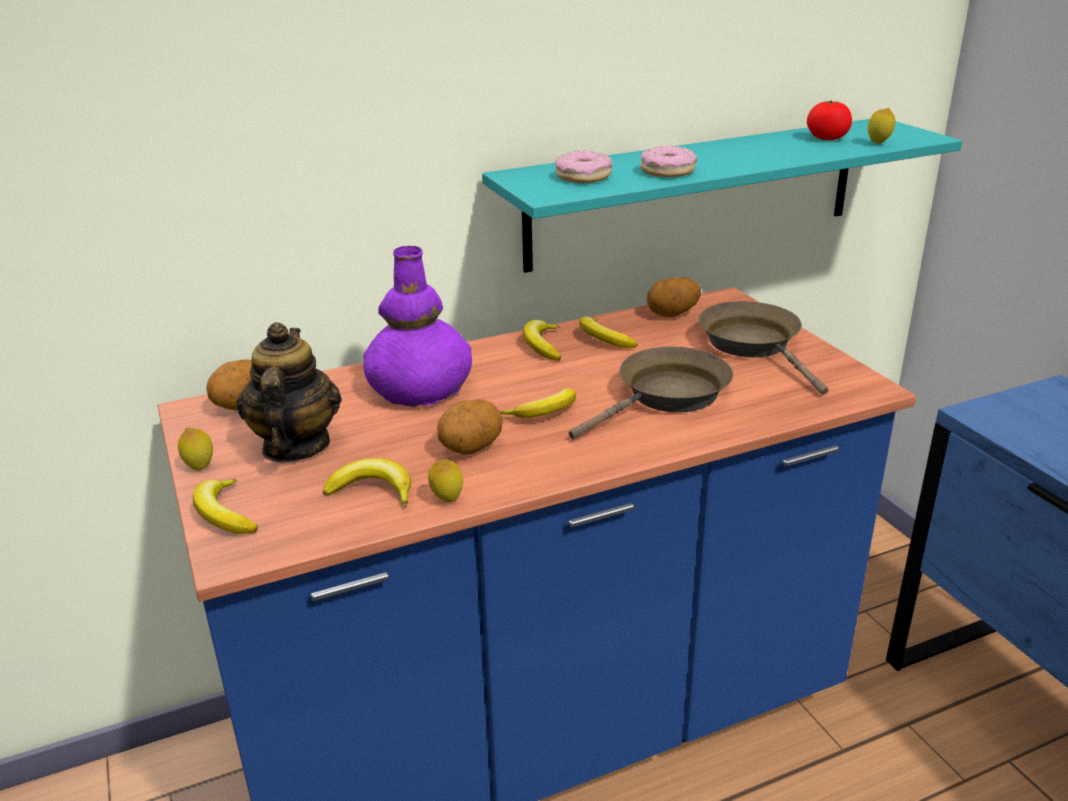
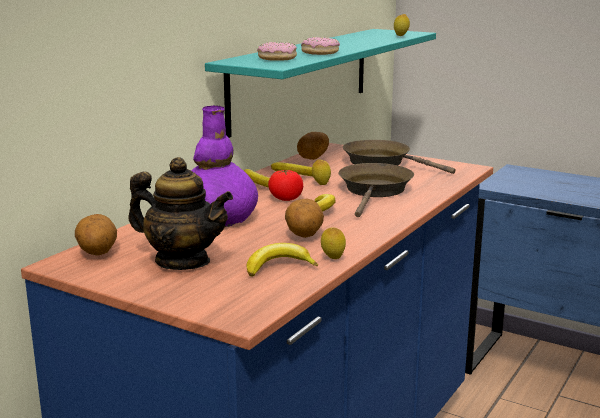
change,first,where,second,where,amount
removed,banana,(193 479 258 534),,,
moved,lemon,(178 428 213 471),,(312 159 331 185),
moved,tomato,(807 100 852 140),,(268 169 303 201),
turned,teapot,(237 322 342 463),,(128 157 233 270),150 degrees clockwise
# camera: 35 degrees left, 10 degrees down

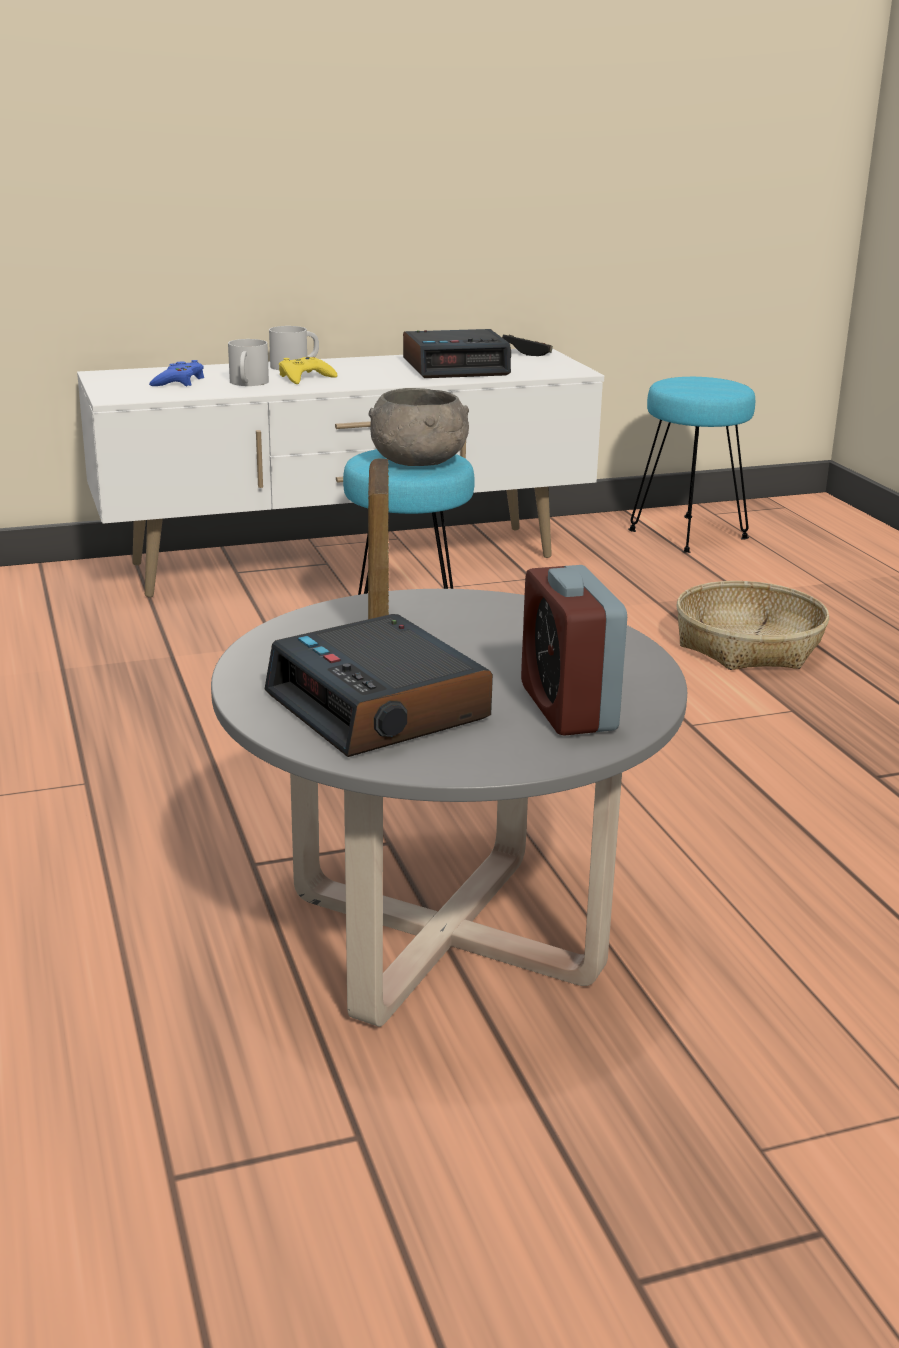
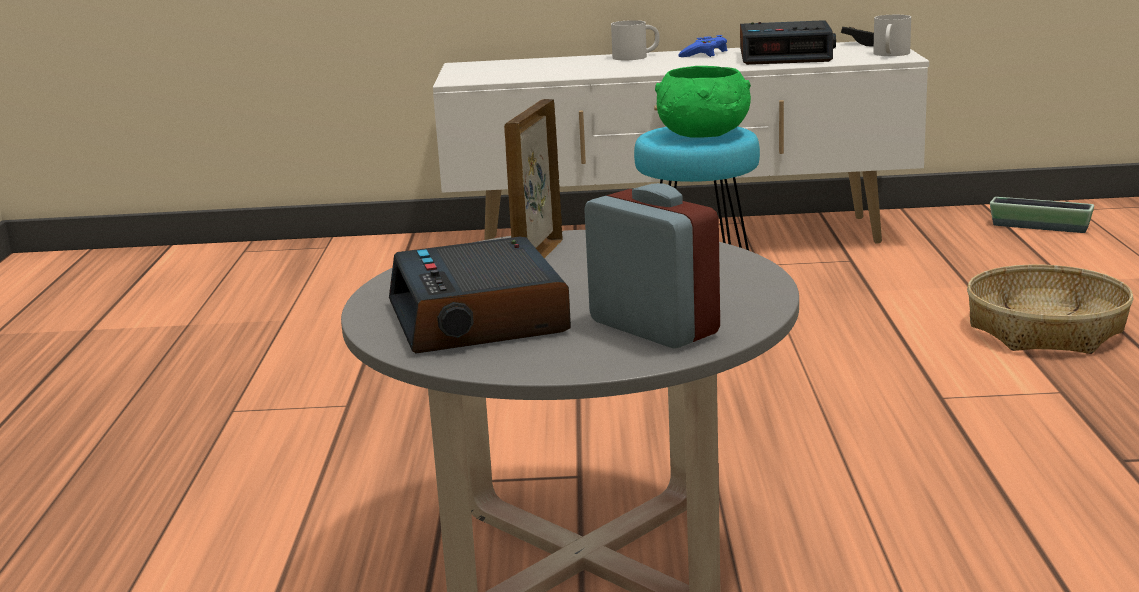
change,first,where,second,where,amount
removed,yellow game controller,(279 357 337 384),,,
moved,blue game controller,(149 360 204 387),,(678 35 727 57),
moved,white mug,(228 339 269 386),,(873 15 911 56),
replaced,turquoise stool,(628 377 755 553),planter,(990 197 1094 233),
recoloured,grey bowl,(368 388 469 466),green bowl,(655 66 751 138),
turned,alarm clock,(521 565 627 736),,(584 183 720 349),135 degrees clockwise
# camera: 20 degrees right, 5 degrees down

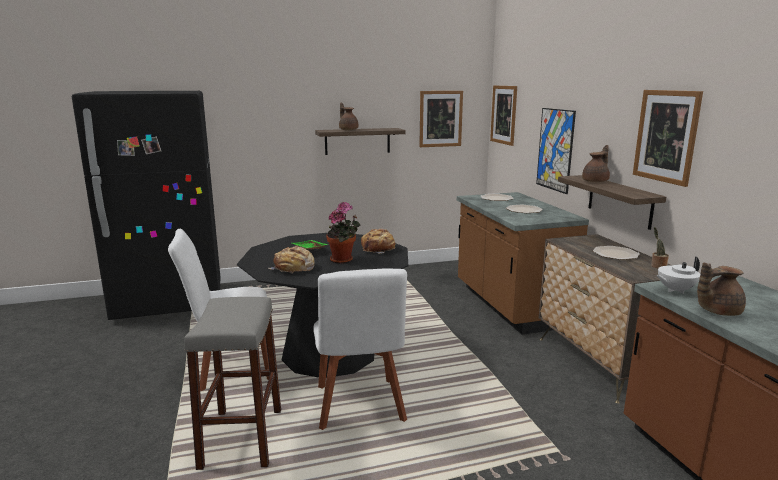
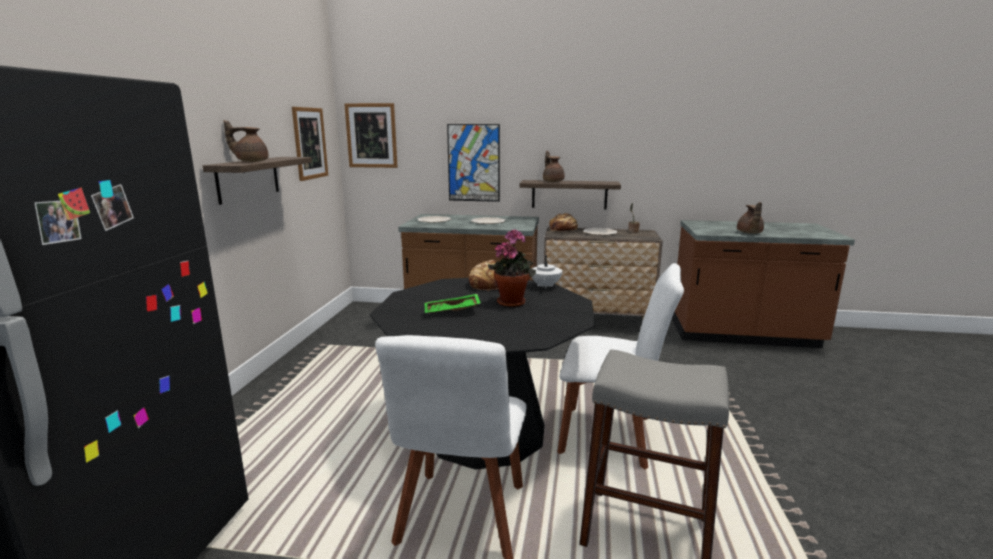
change,first,where,second,where,amount
removed,picture,(633 90 703 187),,,
moved,bread,(269 245 314 273),,(549 213 578 232),
moved,white teapot,(656 256 700 294),,(532 255 562 289),
# camera: 65 degrees left, 0 degrees up

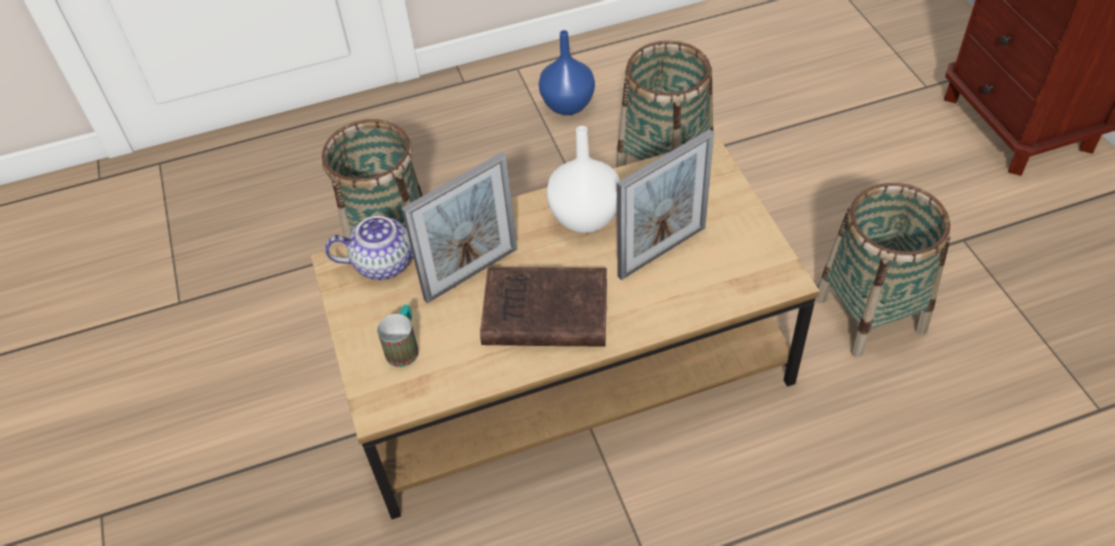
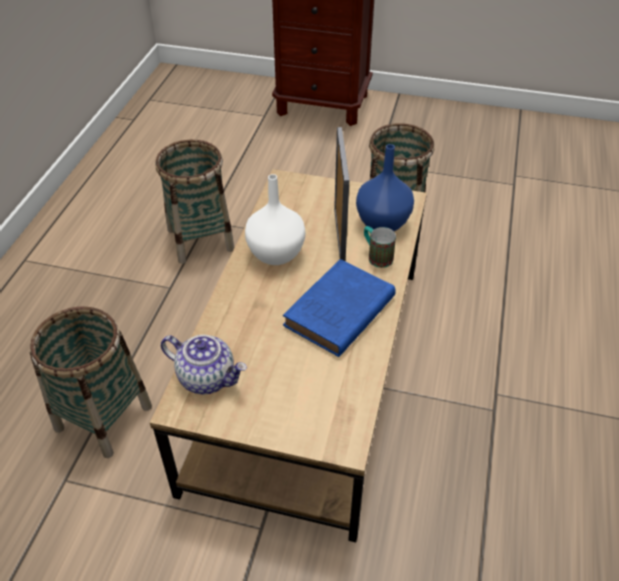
change,first,where,second,where,amount
removed,picture frame,(401 152 518 303),,,
moved,mug,(377 305 419 367),,(364 226 396 268),
moved,blue vase,(539 30 595 115),,(356 144 414 231),
recoloured,brown book,(480 267 607 347),blue book,(283 259 396 357),
turned,teapot,(325 216 413 280),,(161 335 247 394),90 degrees clockwise
# camera: 60 degrees left, 5 degrees down

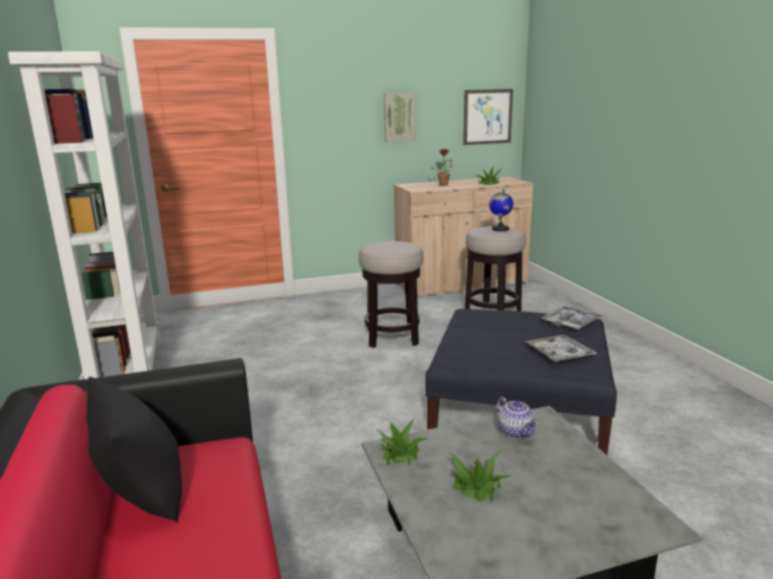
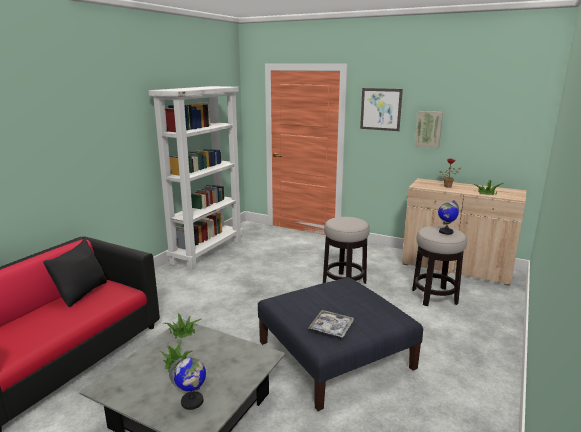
change,first,where,second,where,amount
removed,teapot,(497 397 538 439),,,
removed,tray,(541 306 603 330),,,
added,,,globe,(169 358 206 410),
moved,picture,(463 89 513 145),,(360 88 403 131),
# camera: 45 degrees right, 0 degrees up

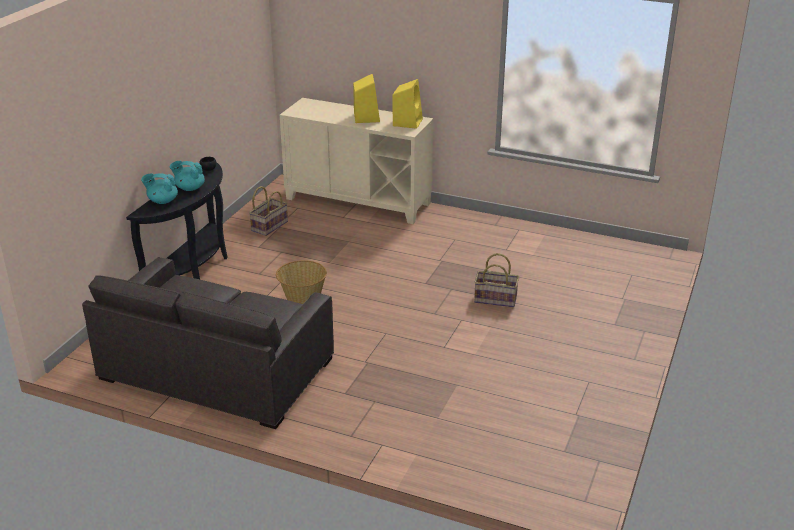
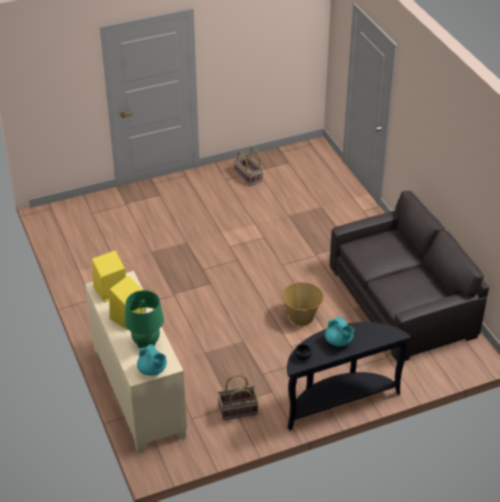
change,first,where,second,where,amount
added,,,green table lamp,(125 290 164 350),
moved,turquoise teapot,(141 173 178 204),,(137 344 167 376),
moved,basket,(474 253 519 307),,(234 147 263 186),
# camera: 135 degrees left, 10 degrees up

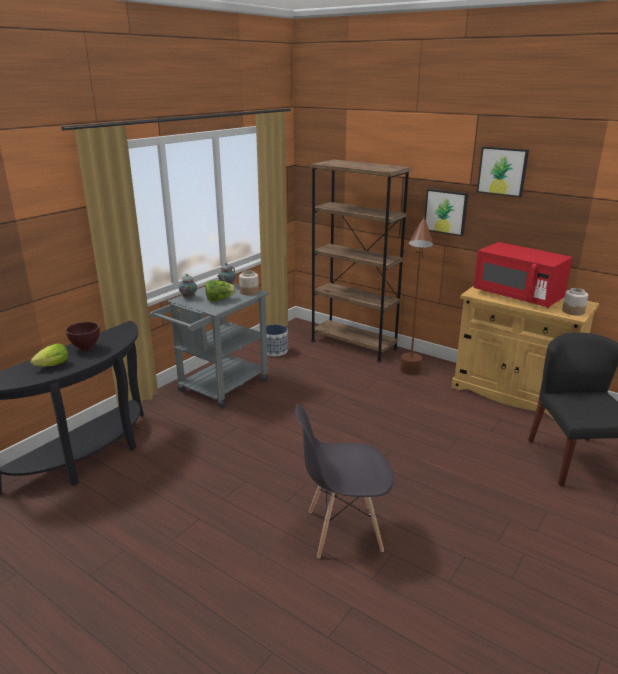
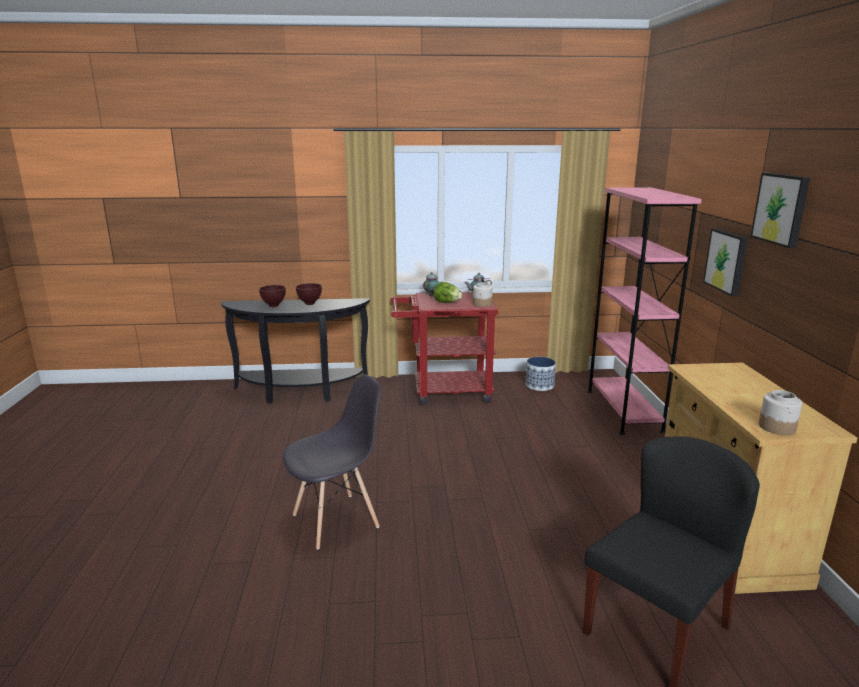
change,first,where,second,where,amount
removed,brown floor lamp,(400 217 434 375),,,
removed,red microwave,(473 242 572 308),,,
replaced,lettuce,(31 343 68 367),brown bowl,(259 285 286 307),
recoloured,grey cart,(150 283 269 408),red cart,(391 292 498 405),
recoloured,brown bookcase,(310 160 412 362),pink bookcase,(587 187 702 435),
turned,grey chair,(295 404 394 558),,(283 375 381 550),105 degrees clockwise
# camera: 50 degrees right, 5 degrees down

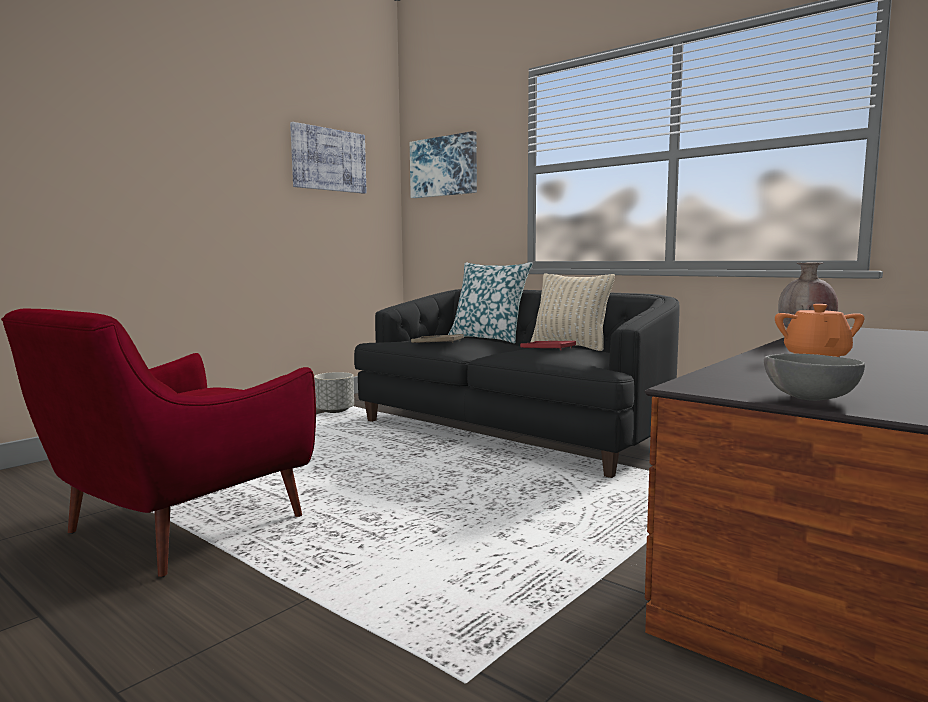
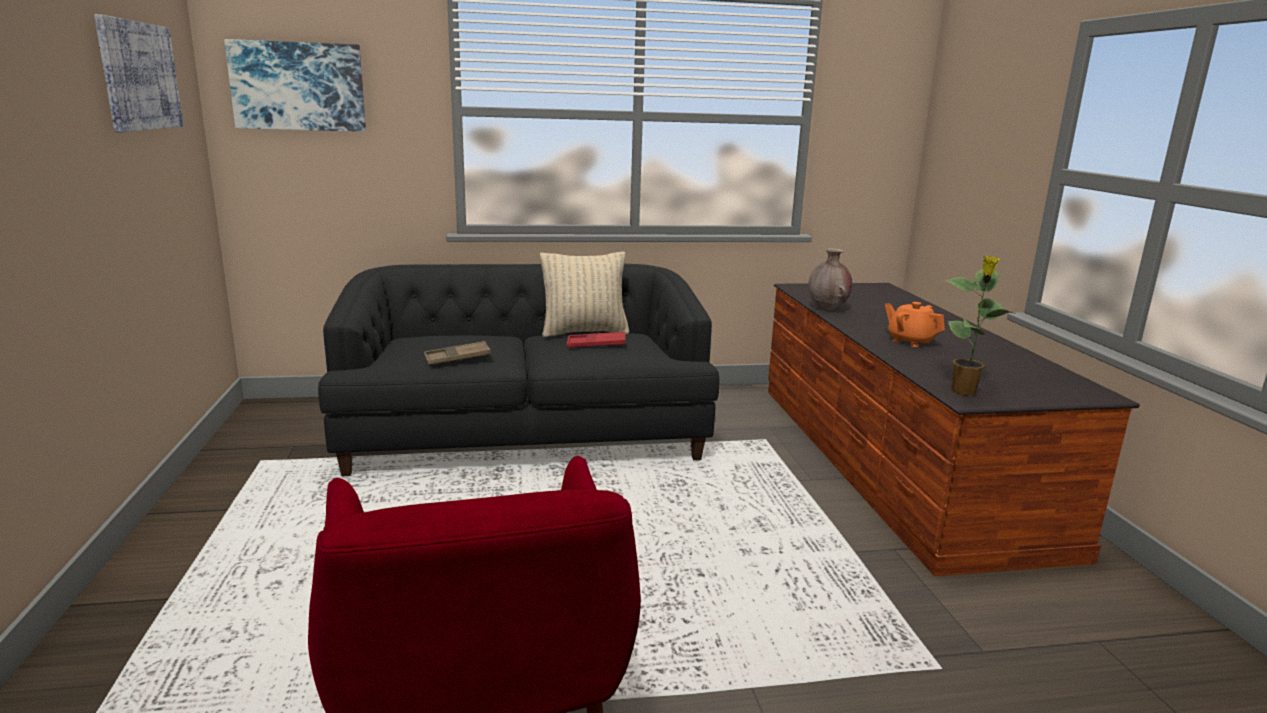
change,first,where,second,where,amount
removed,grey planter,(314 372 354 413),,,
removed,pillow,(448 262 533 343),,,
removed,grey bowl,(764 354 865 401),,,
added,,,potted plant,(945 256 1016 396),
# camera: 50 degrees left, 10 degrees up

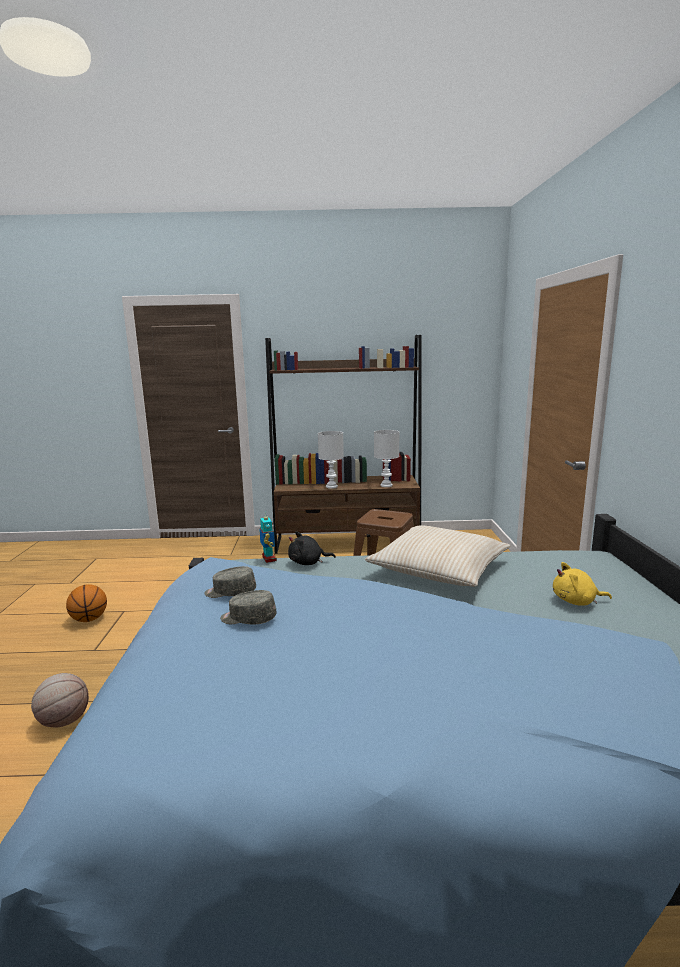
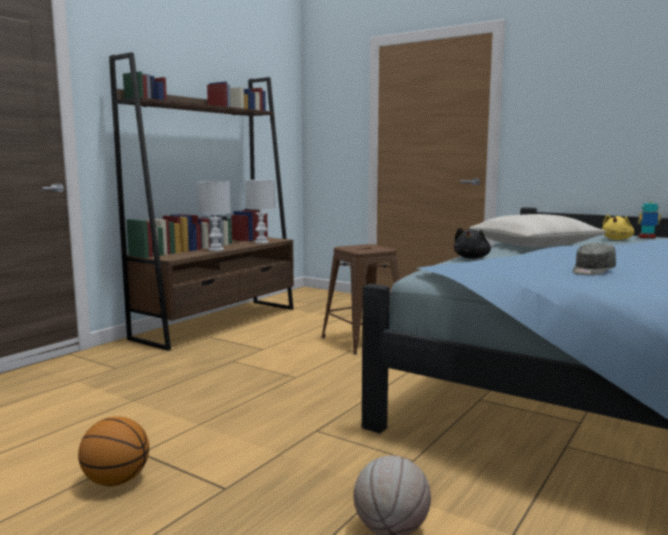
change,first,where,second,where,amount
removed,grey cap,(204 566 256 598),,,
moved,toy robot,(259 515 277 563),,(638 196 661 239),
# camera: 55 degrees left, 5 degrees down

